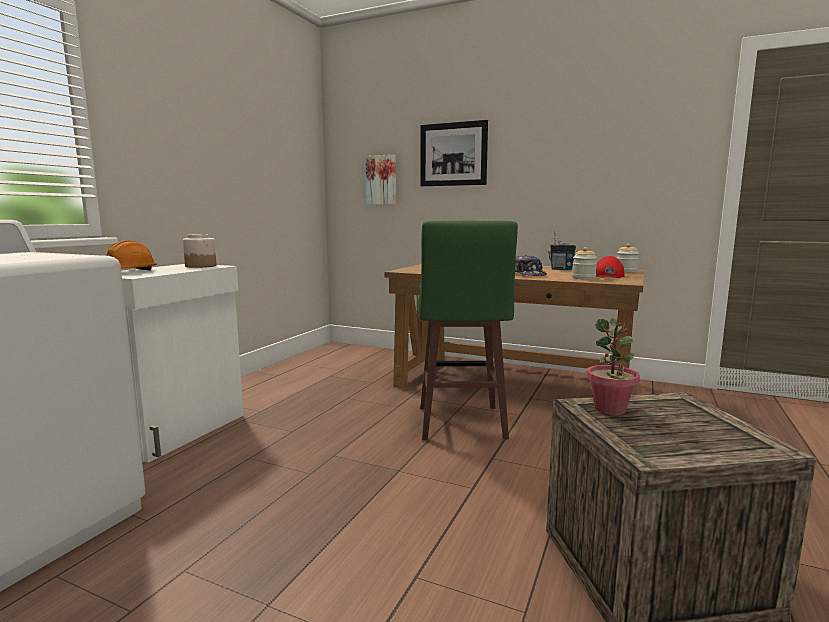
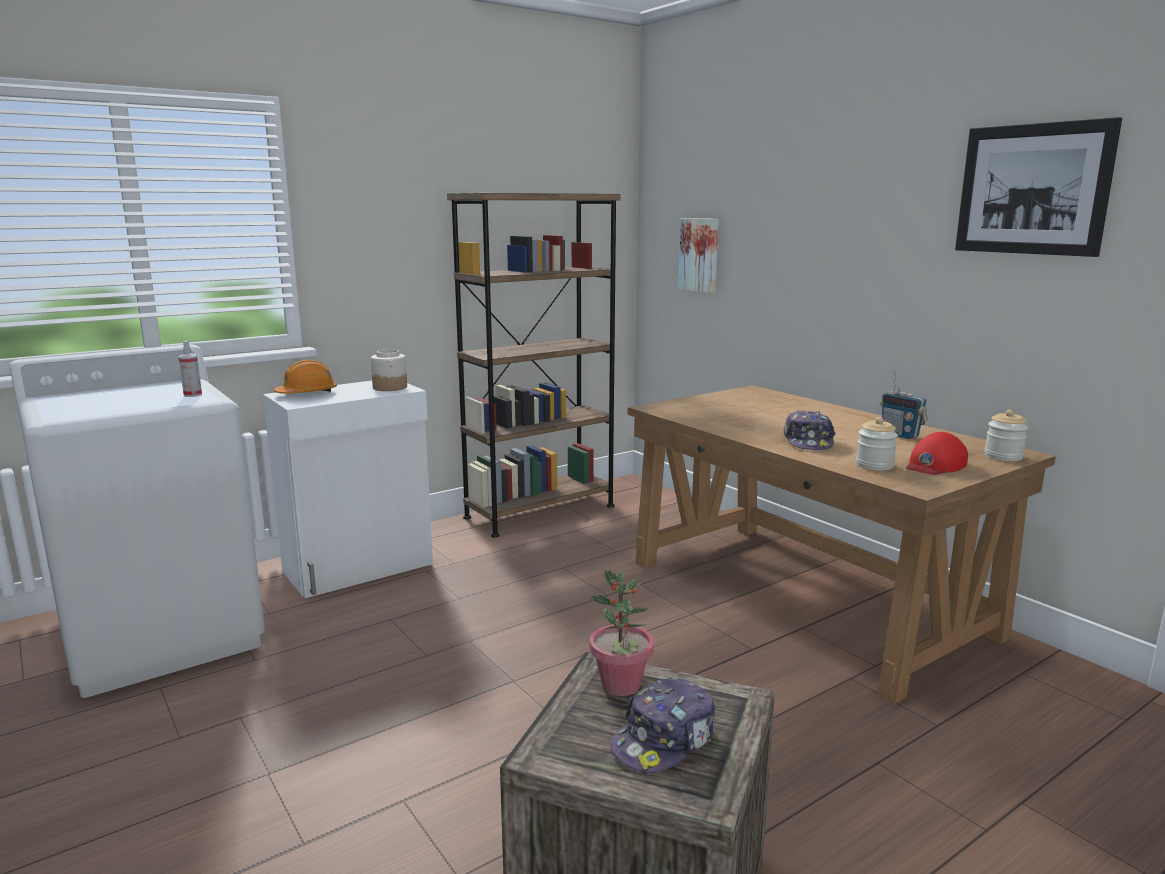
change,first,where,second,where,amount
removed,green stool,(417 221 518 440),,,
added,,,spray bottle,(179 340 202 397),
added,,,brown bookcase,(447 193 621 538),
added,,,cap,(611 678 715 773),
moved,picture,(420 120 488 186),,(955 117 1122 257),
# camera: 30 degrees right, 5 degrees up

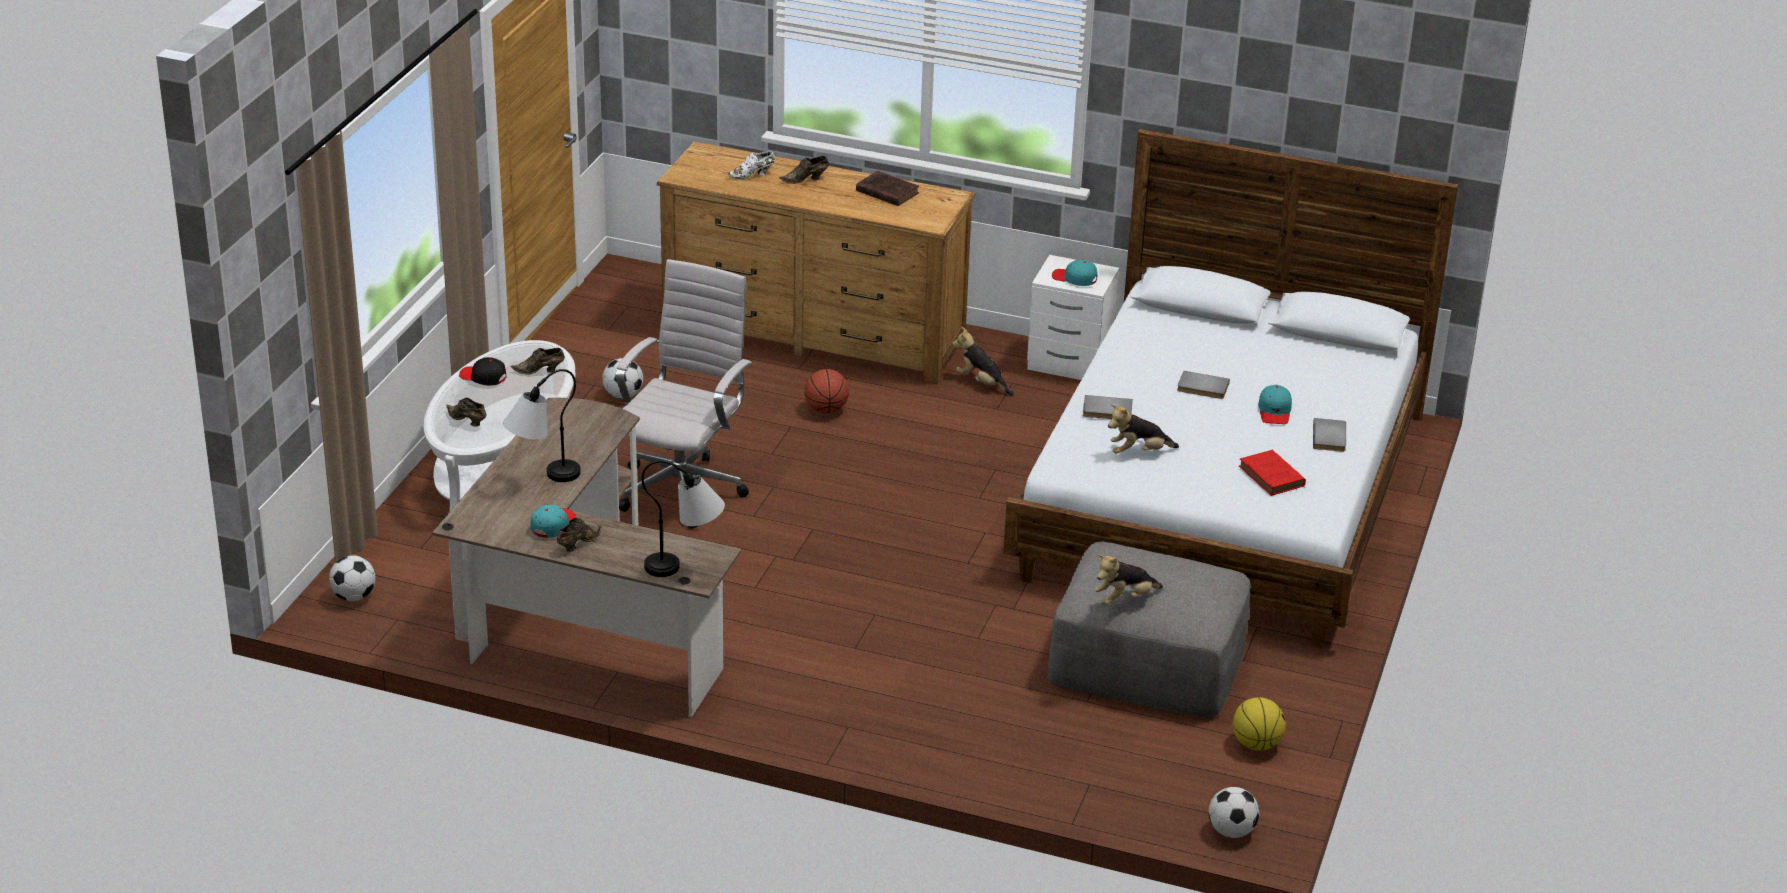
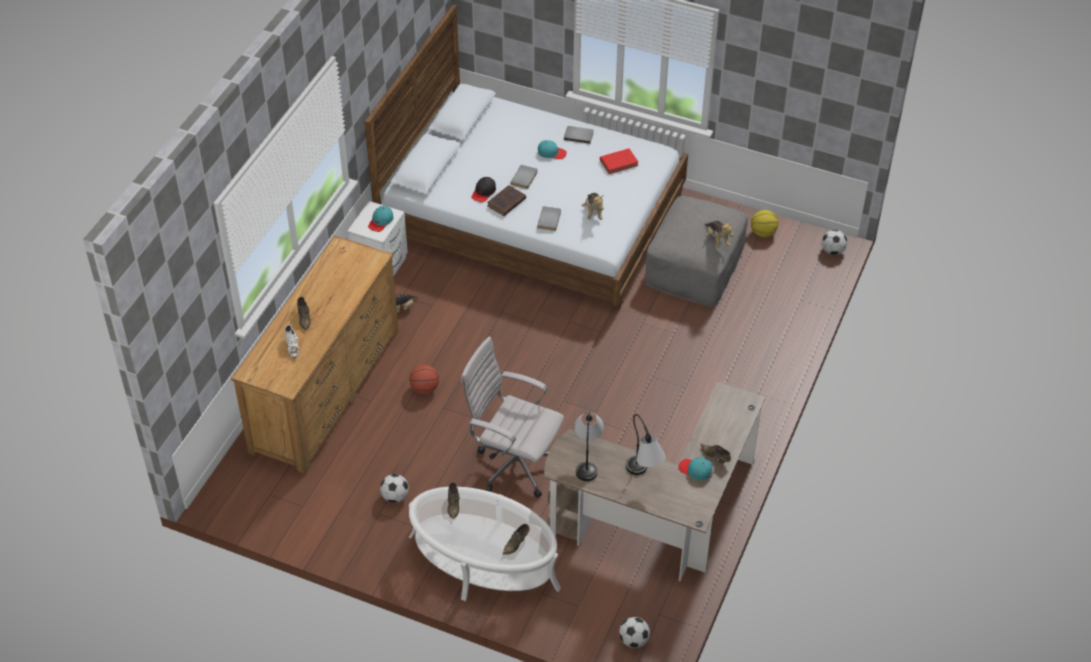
change,first,where,second,where,amount
moved,black cap,(459 357 506 386),,(471 177 496 203),
moved,table lamp,(642 460 725 577),,(575 412 604 481),
moved,brown book,(856 171 919 206),,(487 185 526 216),
# camera: 85 degrees left, 15 degrees up

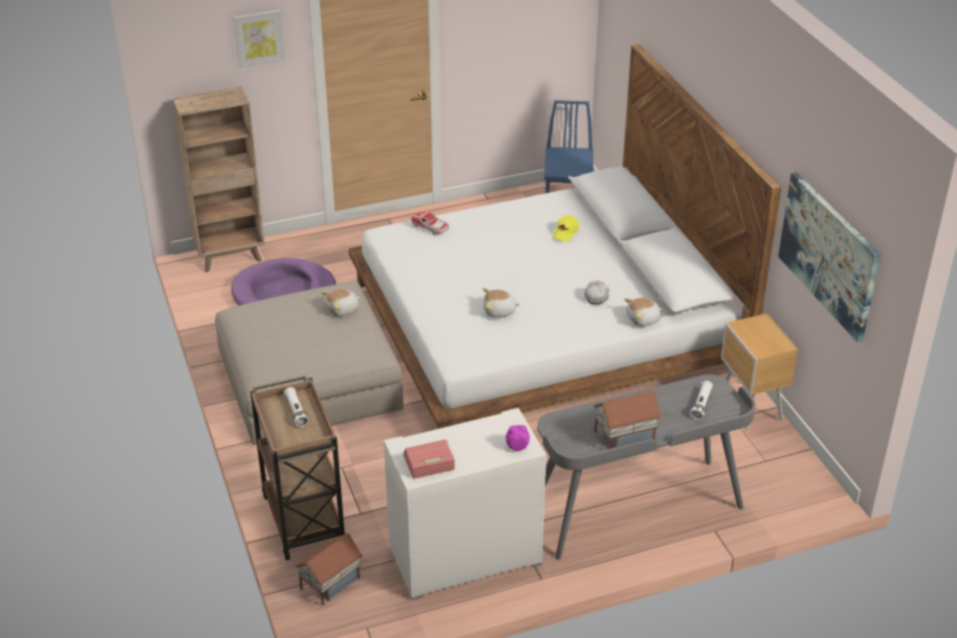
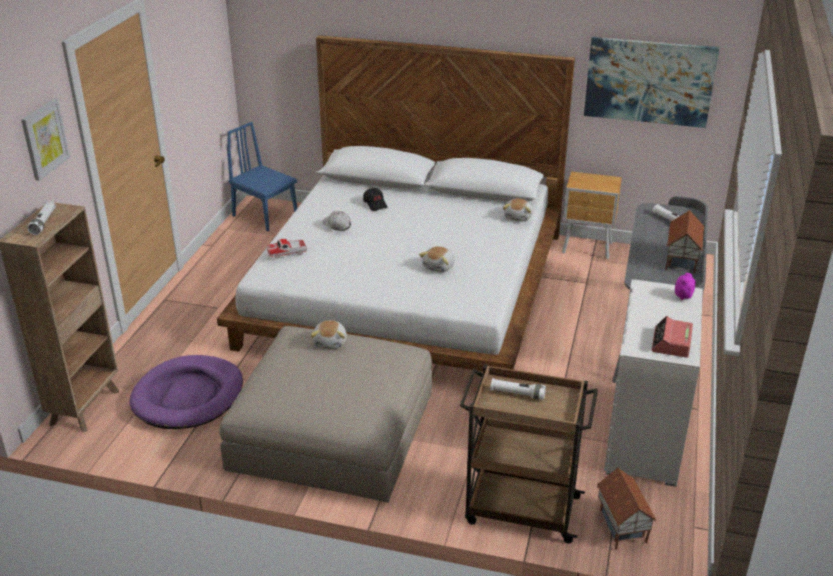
change,first,where,second,where,amount
added,,,white flashlight,(27 201 56 235),
moved,white cap,(585 281 609 304),,(322 211 351 231),
recoloured,yellow cap,(553 215 579 242),black cap,(363 188 387 211),
# camera: 55 degrees left, 5 degrees down

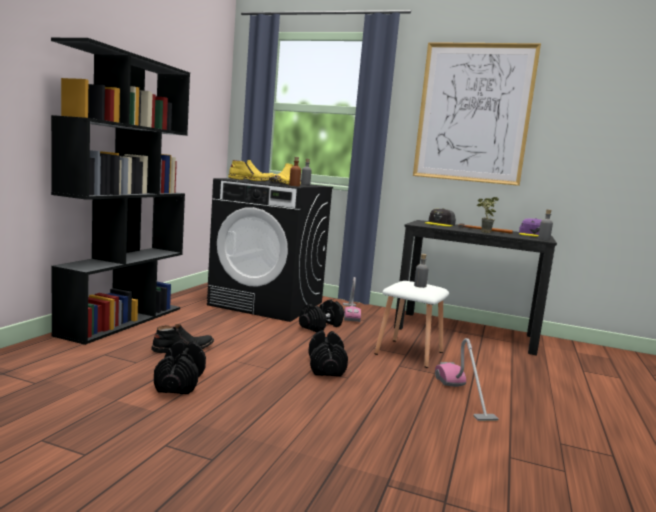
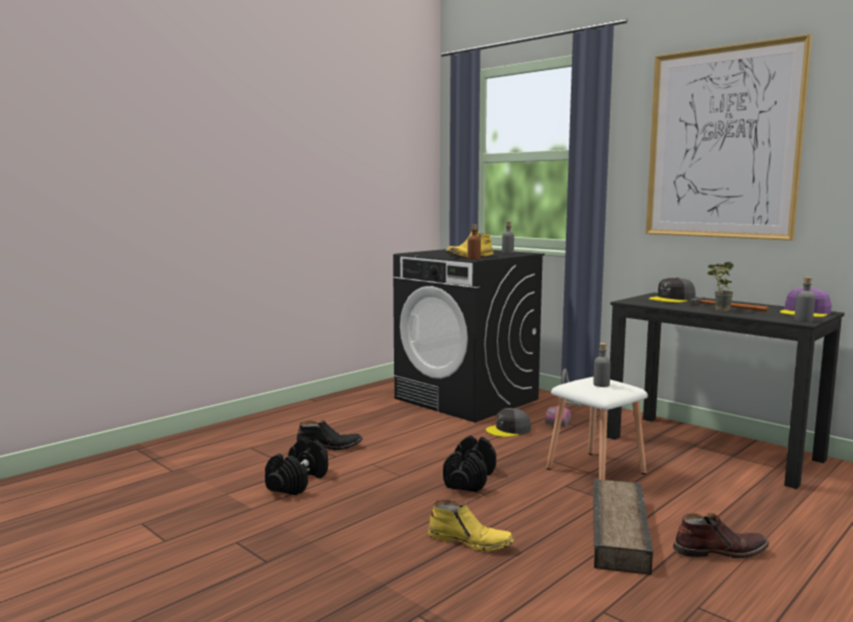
change,first,where,second,where,amount
removed,black bookcase,(51 38 190 345),,,
added,,,brown boot,(673 513 769 558),
moved,yellow boot,(228 160 274 181),,(428 499 515 551),
replaced,black dumbbell,(299 299 344 332),grey cap,(486 408 531 437),
replaced,vacuum cleaner,(435 338 498 421),crate,(593 479 653 575),
# camera: 25 degrees right, 0 degrees up

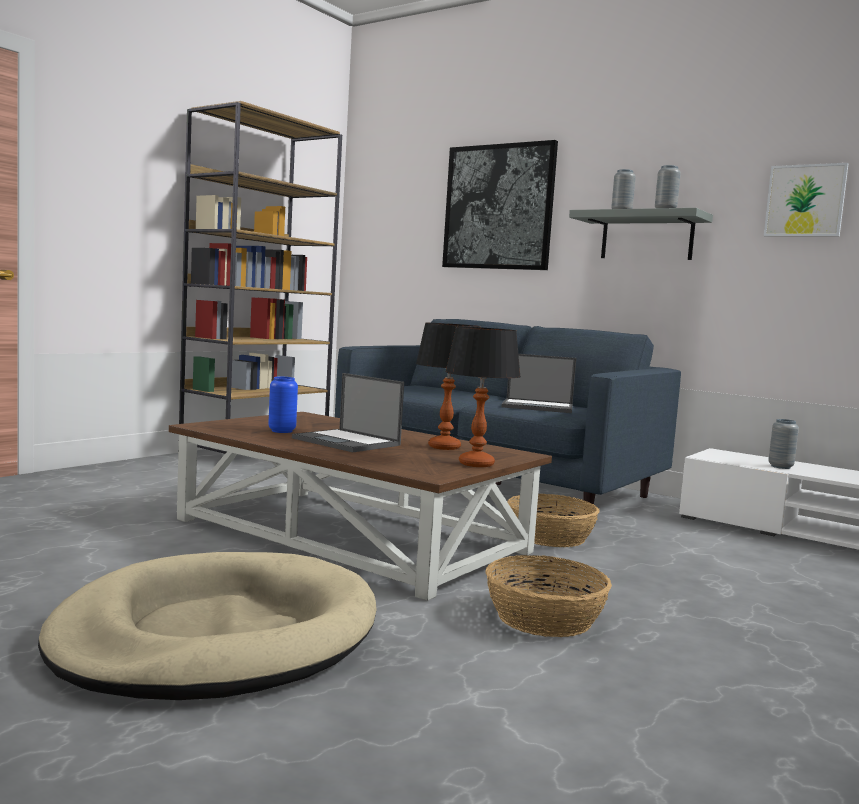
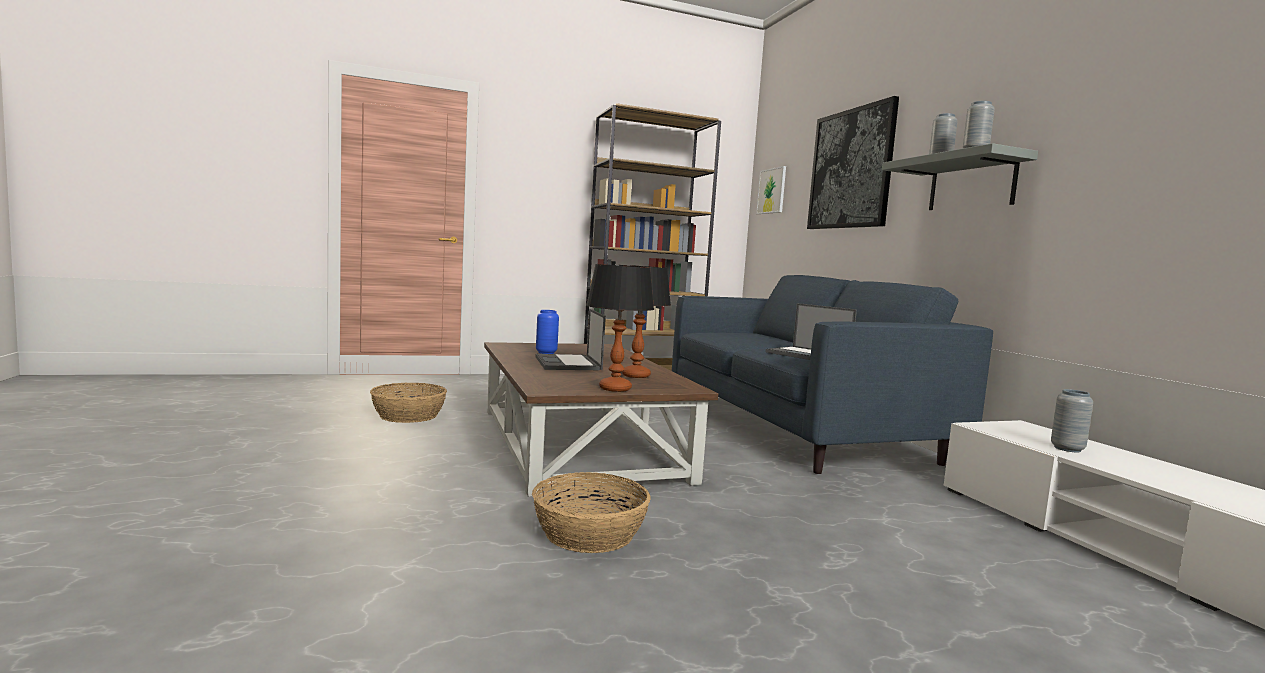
change,first,where,second,where,amount
removed,beige dog bed,(38 552 377 700),,,
moved,basket,(507 494 600 547),,(370 382 447 423),
moved,picture,(764 163 849 237),,(756 166 786 214),
# camera: 35 degrees right, 0 degrees up

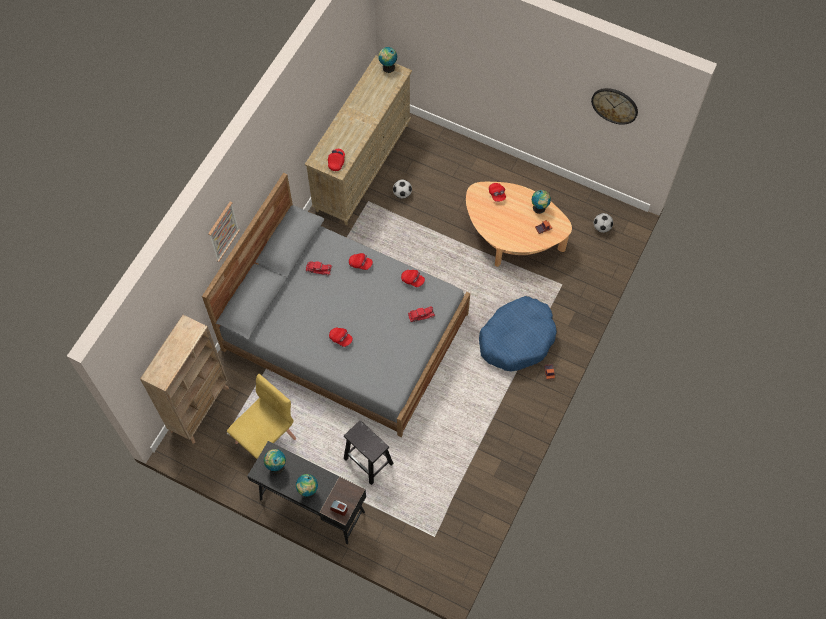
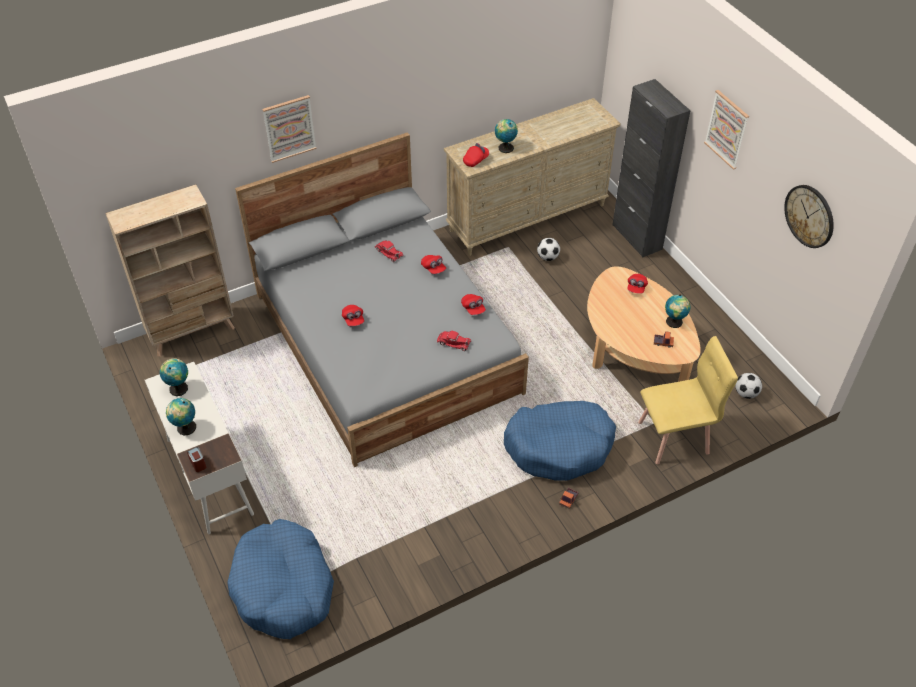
change,first,where,second,where,amount
removed,black stool,(344 420 393 485),,,
added,,,blue dog bed,(227 519 334 639),
added,,,black cabinet,(612 79 690 258),
added,,,picture,(704 90 749 170),
moved,yellow chair,(227 374 296 459),,(638 336 738 464),
moved,globe,(378 47 397 73),,(495 119 518 153),
recoloured,black desk,(247 441 366 544),white desk,(145 362 254 534),
# camera: 35 degrees right, 15 degrees down

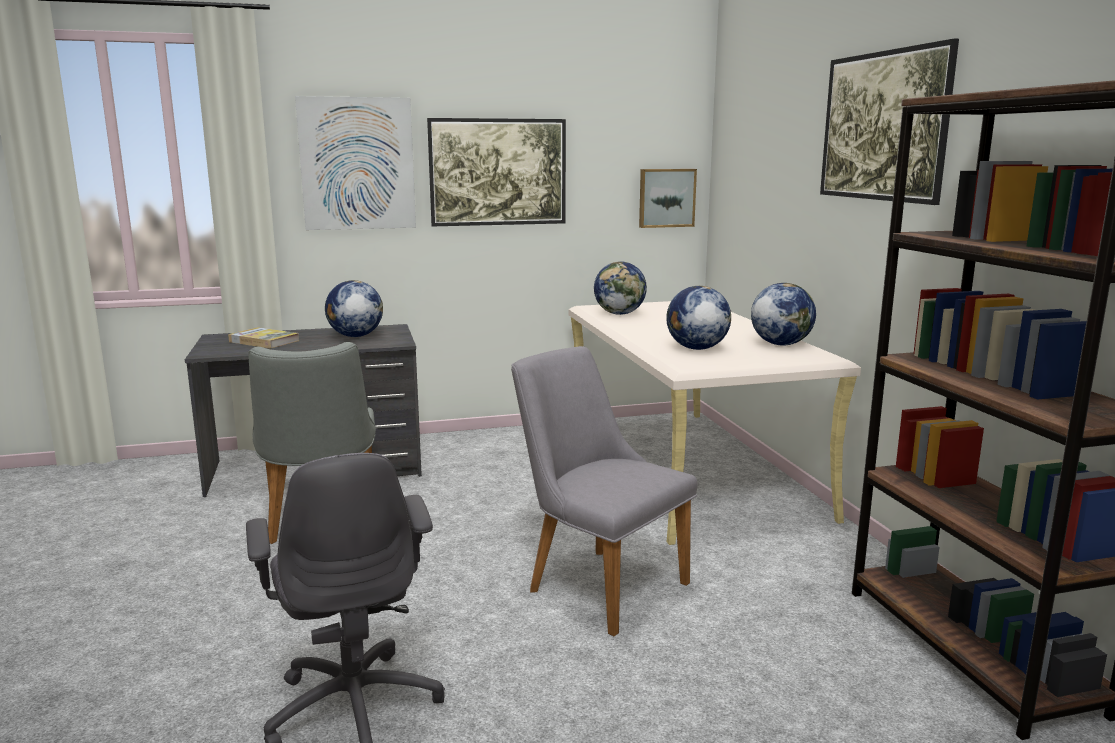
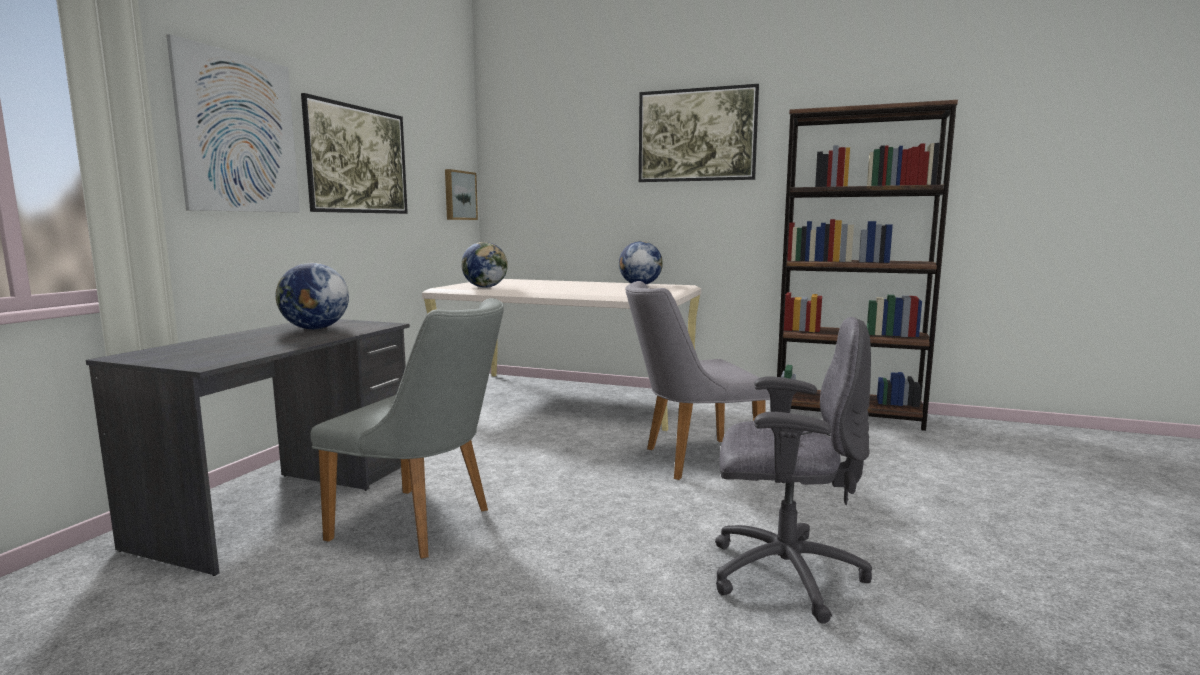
change,first,where,second,where,amount
removed,book,(228 327 300 349),,,
removed,globe,(666 286 731 350),,,
# camera: 55 degrees left, 5 degrees down

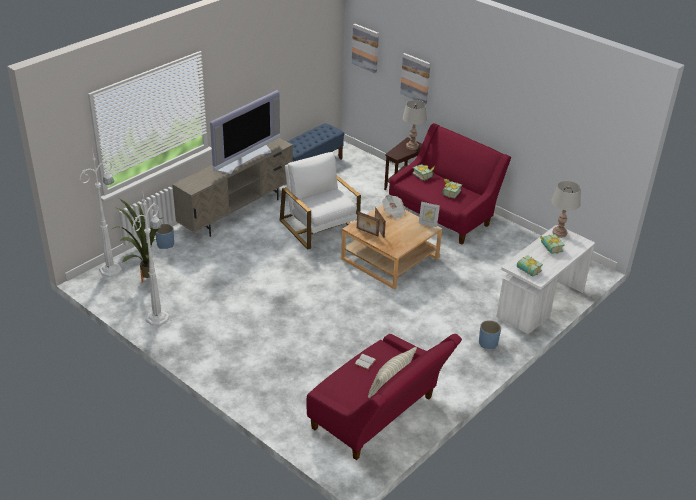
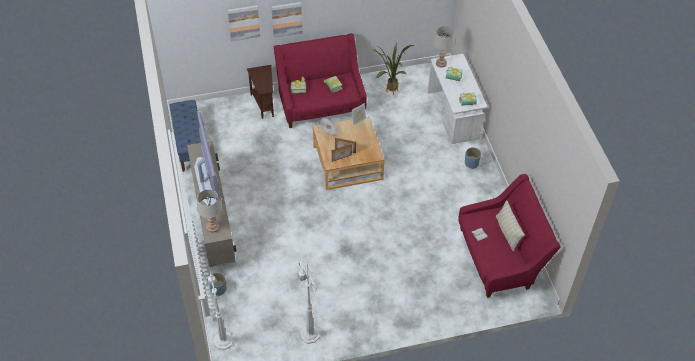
change,first,where,second,where,amount
removed,white armchair,(280 152 361 250),,,
moved,potted plant,(112 198 164 283),,(373 42 414 95),
moved,picture,(352 24 379 73),,(271 2 302 38),
moved,grey table lamp,(403 100 427 150),,(197 190 222 233),
# camera: 55 degrees left, 15 degrees up

